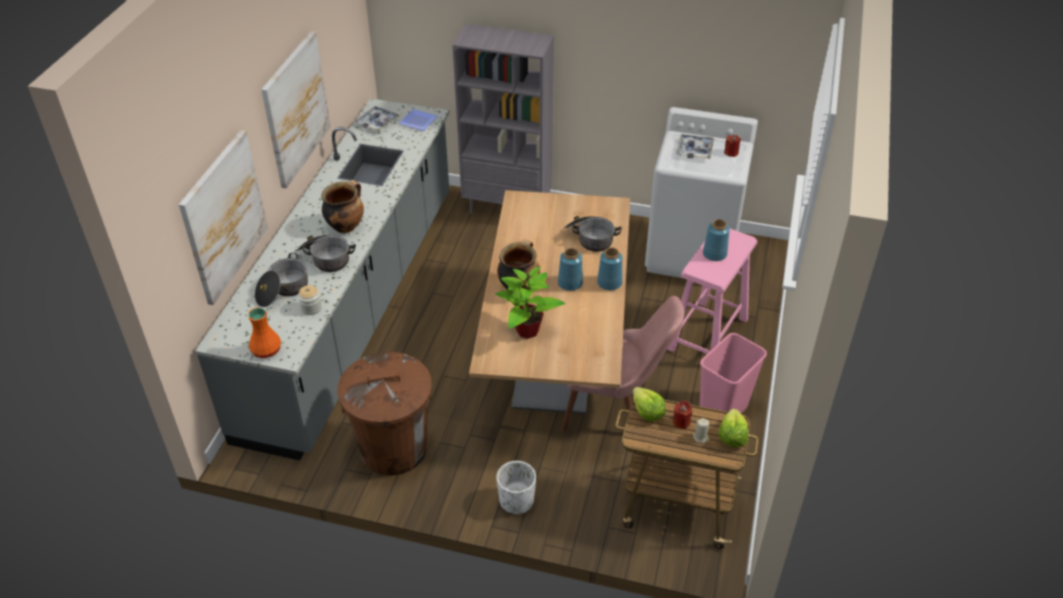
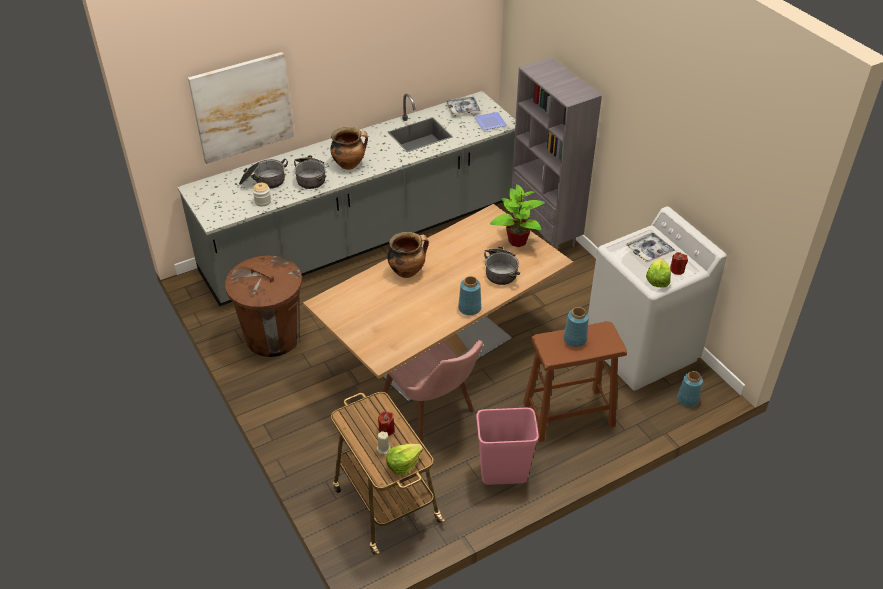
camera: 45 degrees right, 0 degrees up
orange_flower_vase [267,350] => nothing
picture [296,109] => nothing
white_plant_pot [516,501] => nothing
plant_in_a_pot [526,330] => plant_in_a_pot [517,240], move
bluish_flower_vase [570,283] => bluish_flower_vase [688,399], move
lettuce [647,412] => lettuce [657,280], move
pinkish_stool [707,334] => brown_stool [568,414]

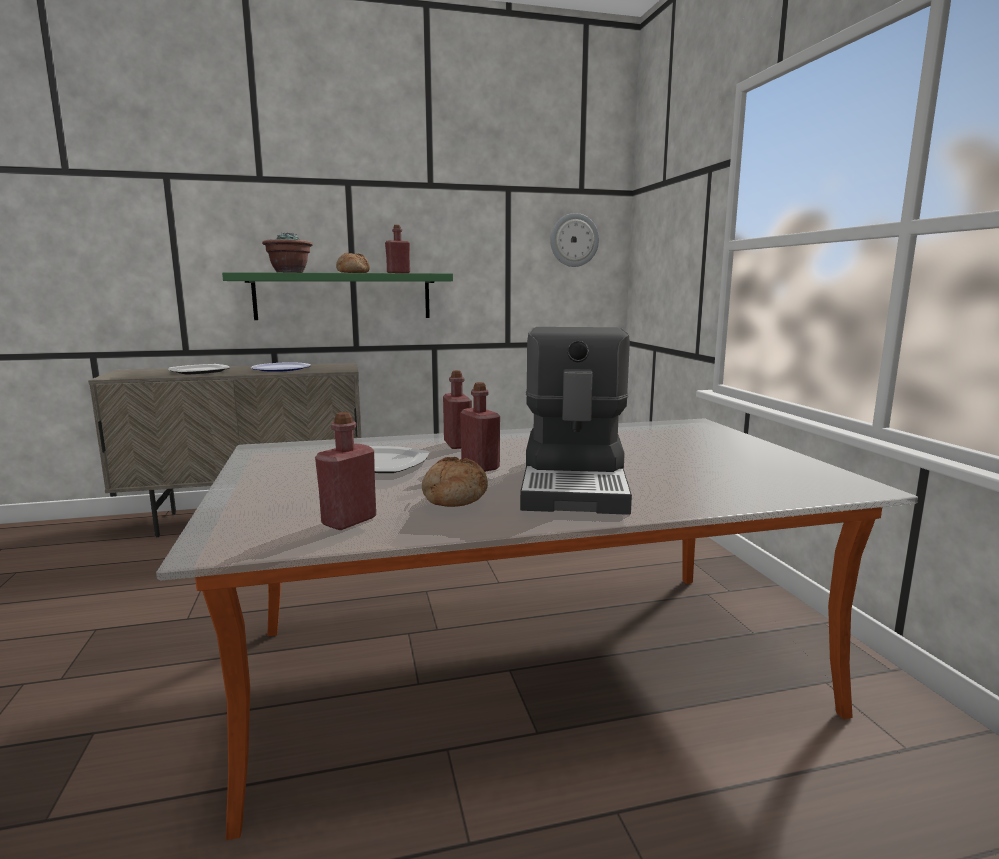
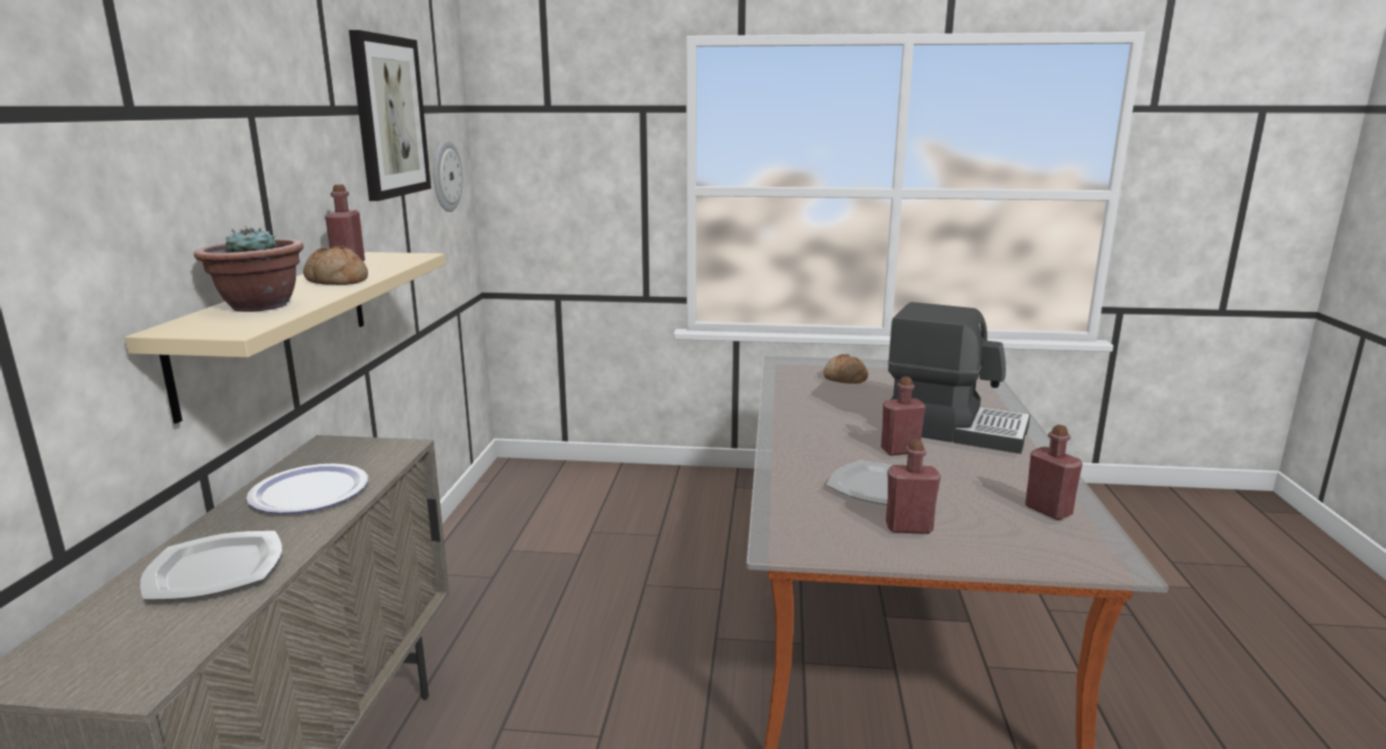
camera: 70 degrees left, 5 degrees up
nothing => picture [389,117]
baked_bread [453,496] => baked_bread [844,379], move
reddish_bottle [457,445] => reddish_bottle [909,527], move
green_wall_shelf [343,296] => beige-coloured_wall_shelf [278,325]

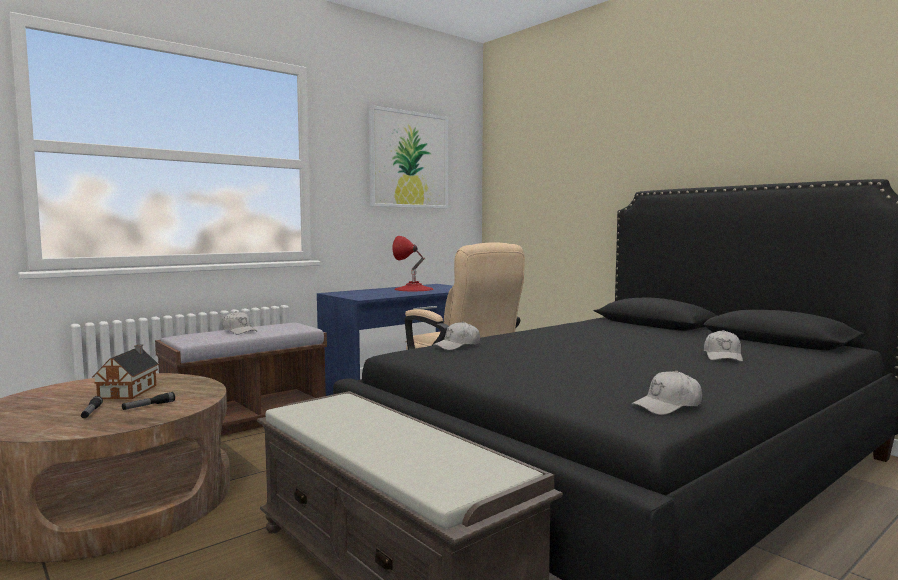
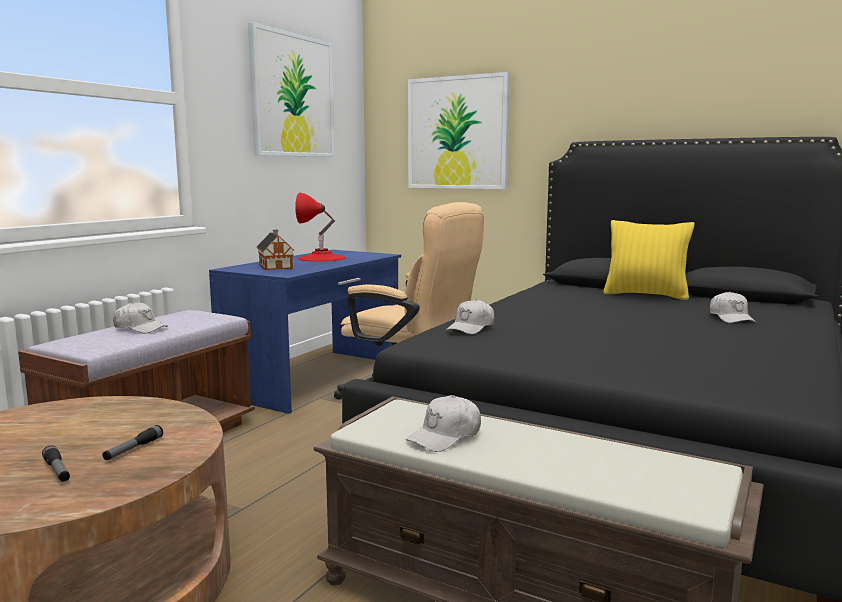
camera: 20 degrees left, 5 degrees up
nothing => picture [457,133]
nothing => yellow-coloured_cushion [646,295]
model_house [130,391] => model_house [276,266], move
white_peaked_cap [667,406] => white_peaked_cap [445,436], move

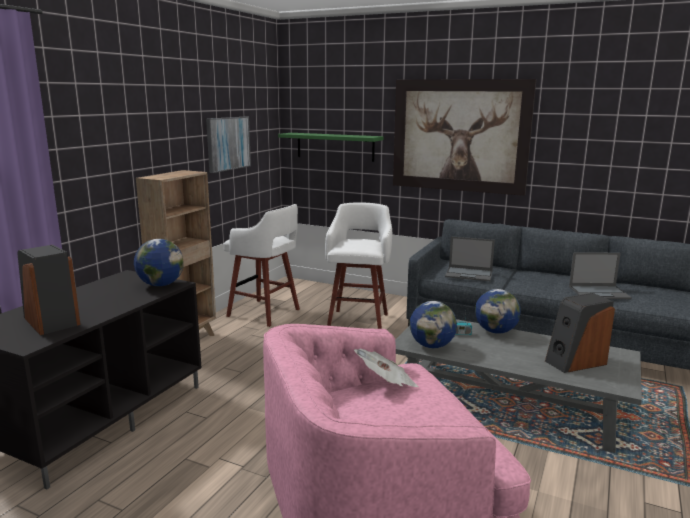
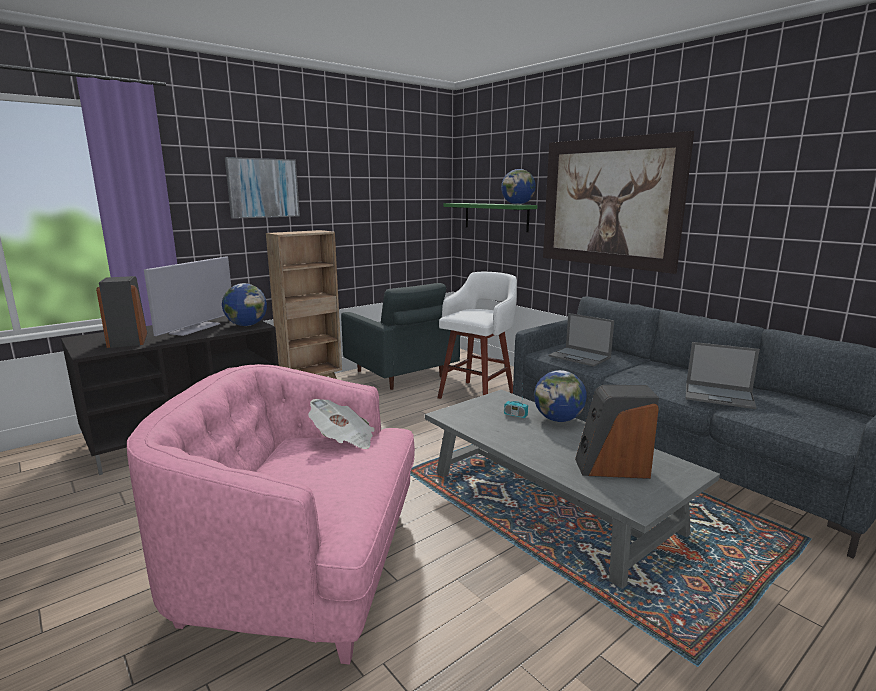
camera: 25 degrees right, 0 degrees up
nothing => television [195,328]
picture [228,143] => picture [263,188], move
world_globe [432,346] => world_globe [517,204], move
white_stool [265,313] => grey_lounge_chair [400,374]

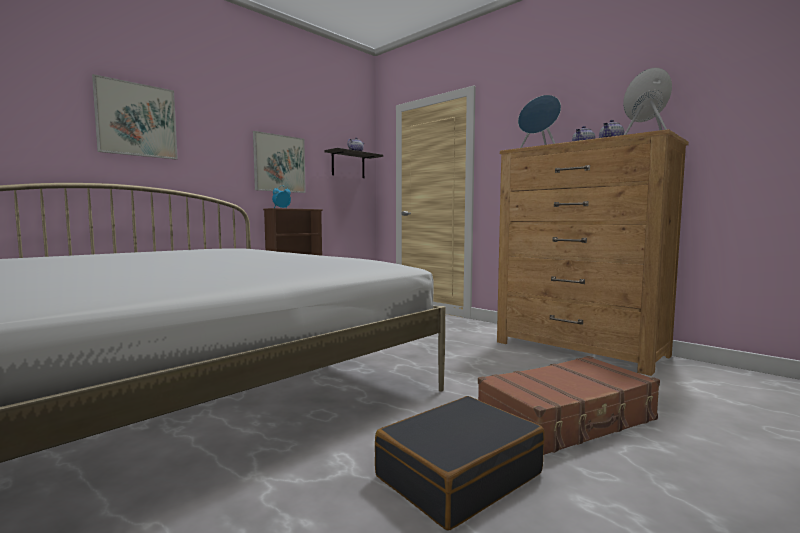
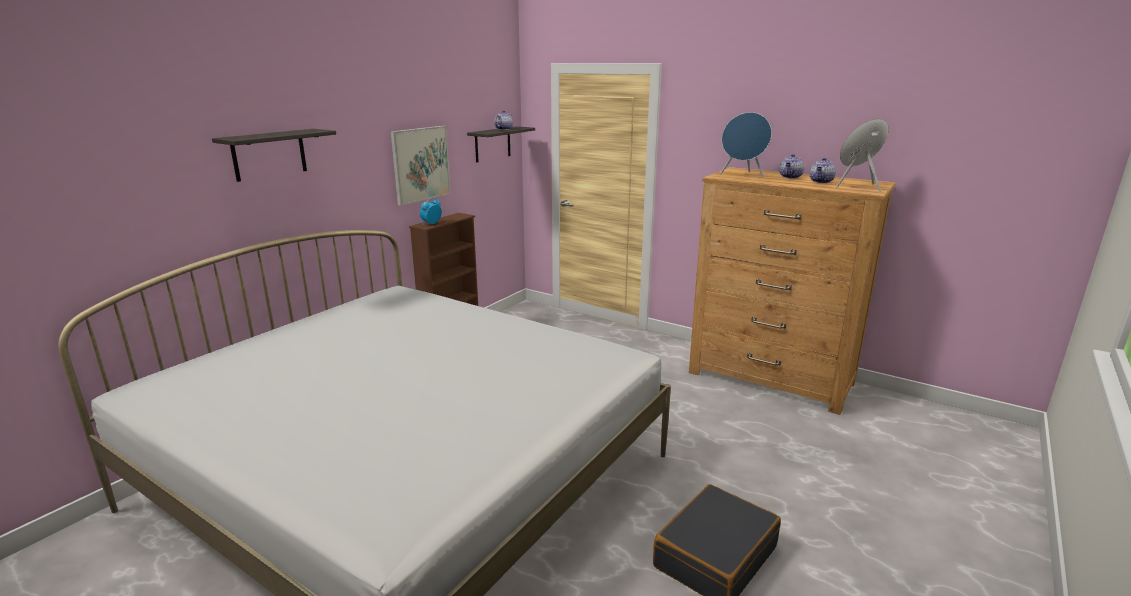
camera: 10 degrees left, 15 degrees up
brown_suitcase [568,419] => nothing
picture [136,120] => wall_shelf [269,154]

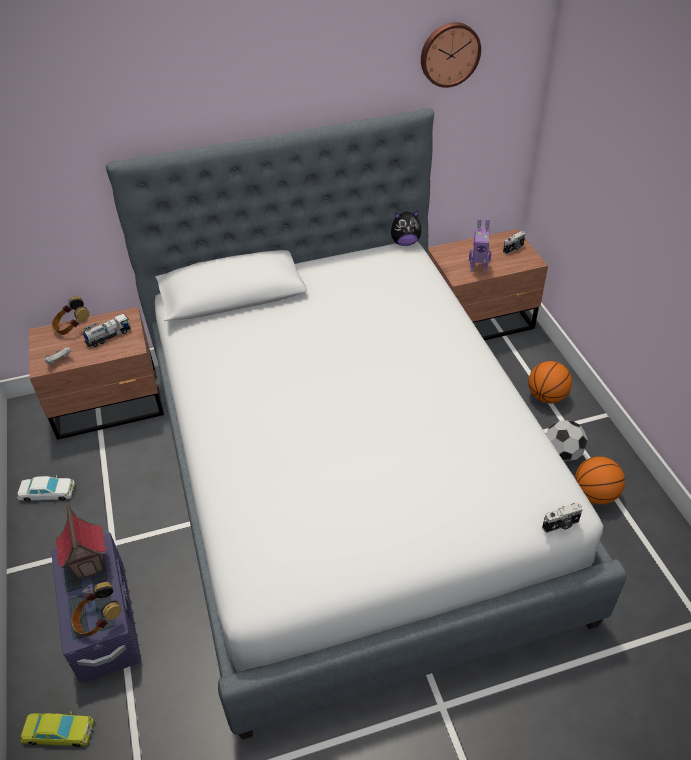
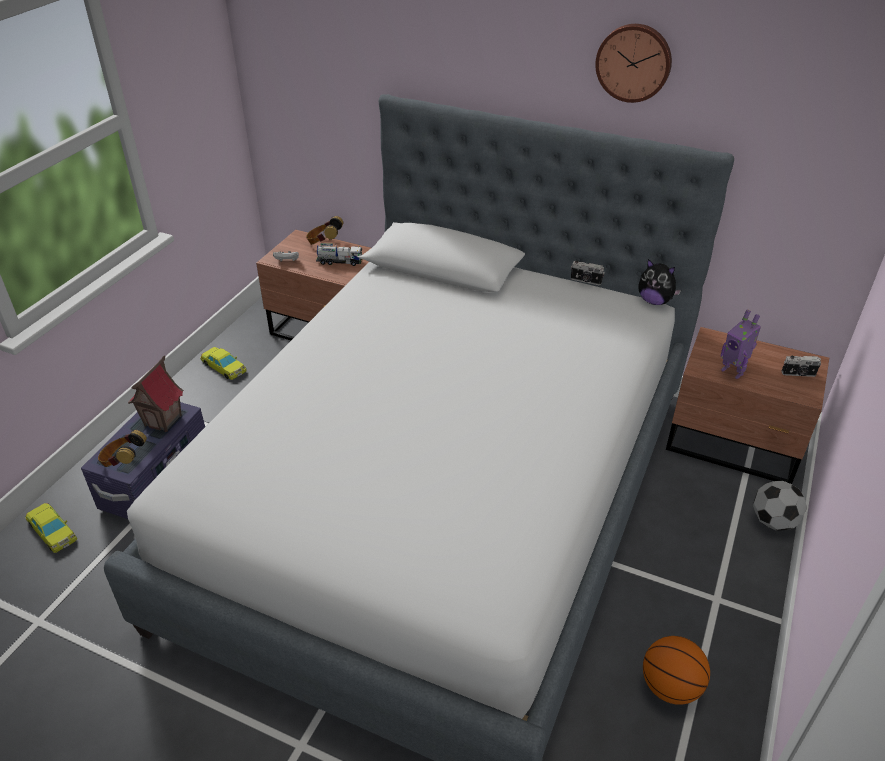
camera: 40 degrees right, 5 degrees down
basketball [546,397] => nothing
clock_on_the_wall [449,54] => clock_on_the_wall [634,62], move
still_camera [561,525] => still_camera [585,281], move
football [562,454] => football [773,521], move
white_toy_car [47,492] => yellow-coloured_toy_car [224,366]

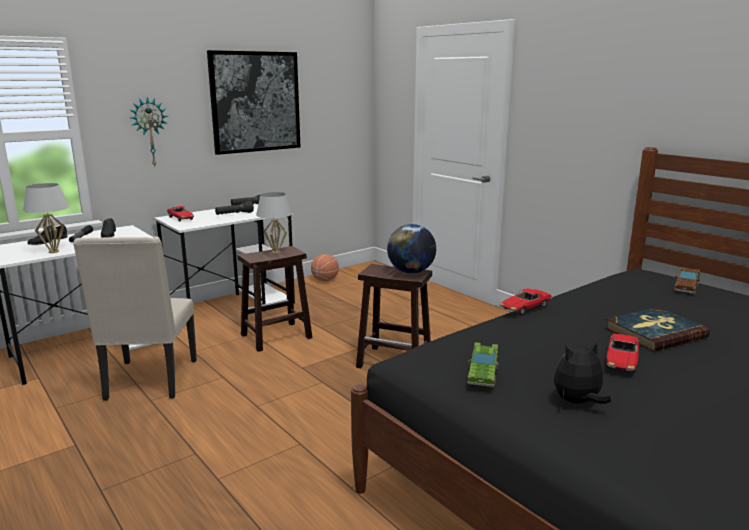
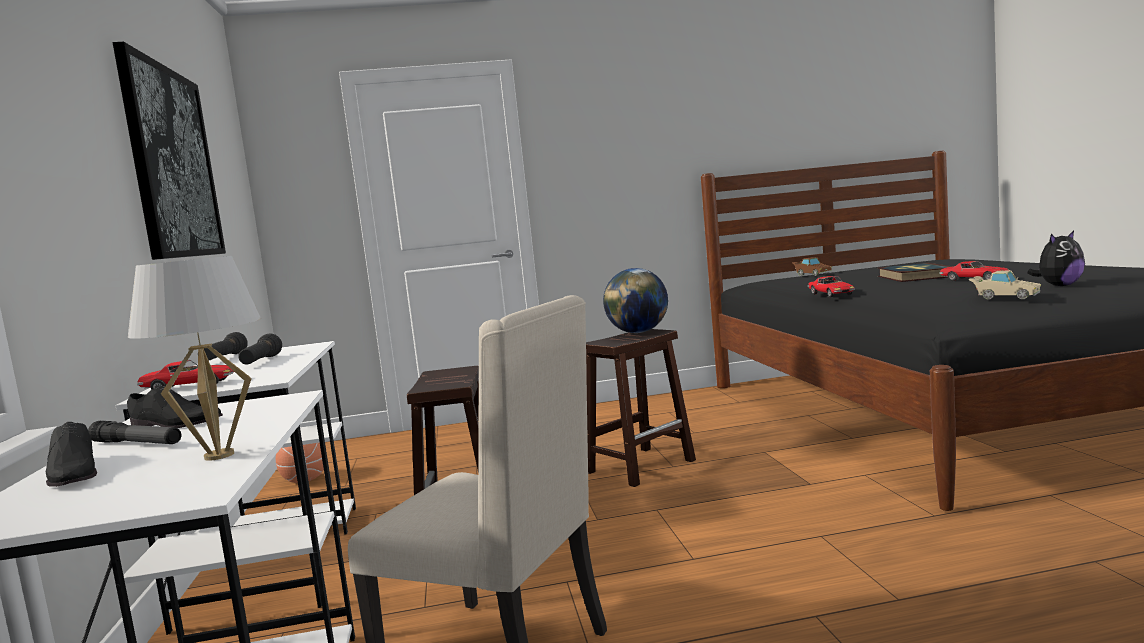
camera: 60 degrees left, 10 degrees down
clock_on_the_wall [150,132] => nothing
white_lamp_for_a_table [276,252] => nothing
green_toy_car [482,374] => beige-coloured_toy_car [1004,297]
cuddly_toy [577,402] => cuddly_toy [1059,286], 120 degrees counterclockwise

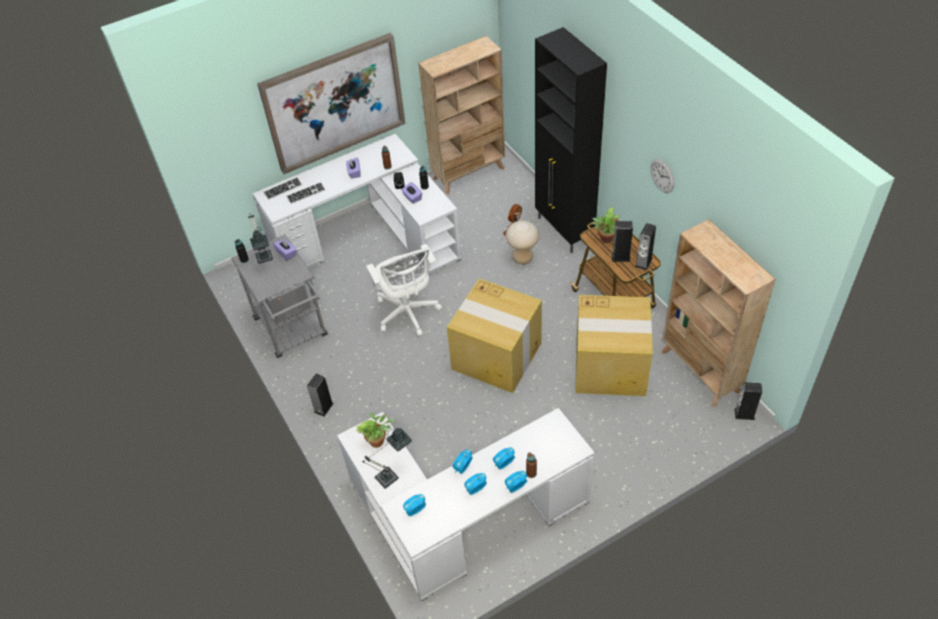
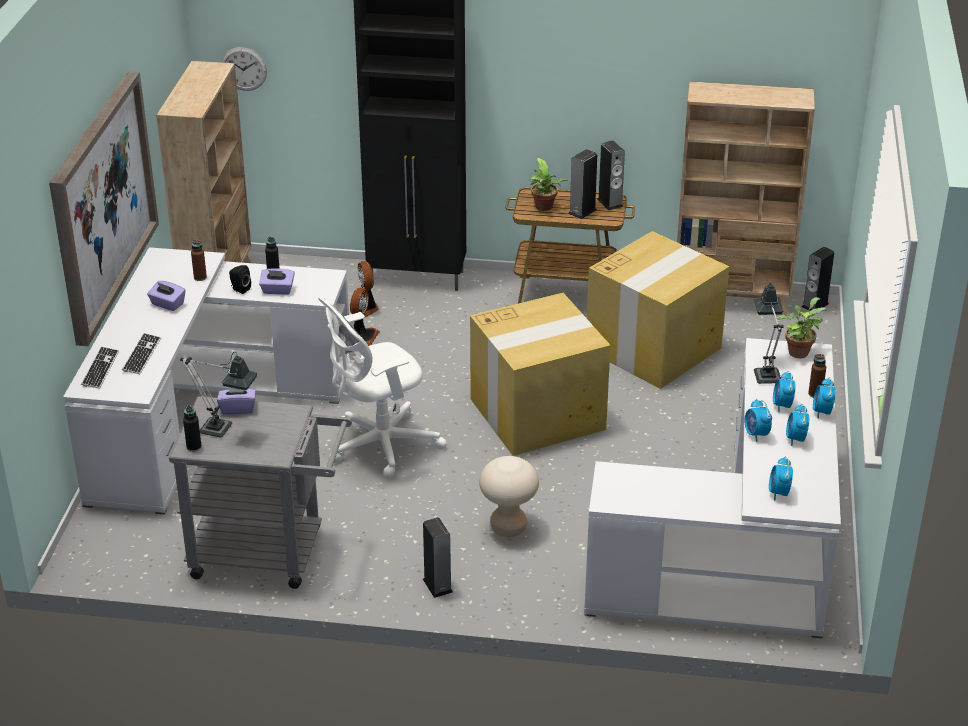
camera: 55 degrees left, 15 degrees down
nothing => electric_fan [363,336]
plant_in_a_pot [378,440] => plant_in_a_pot [798,351], move
lamp_for_a_table [391,475] => lamp_for_a_table [766,373], move
beige-coloured_stool [522,258] => beige-coloured_stool [508,528], move
clock_on_the_wall [662,176] => clock_on_the_wall [243,69], move
white_desk_chair [408,313] => white_desk_chair [378,446], 135 degrees clockwise

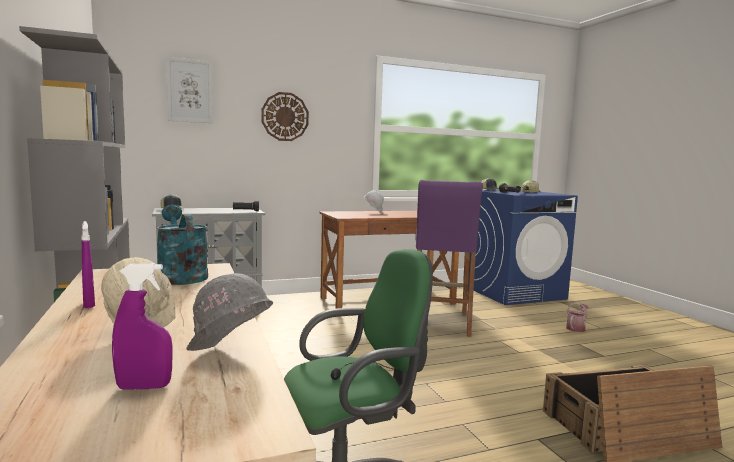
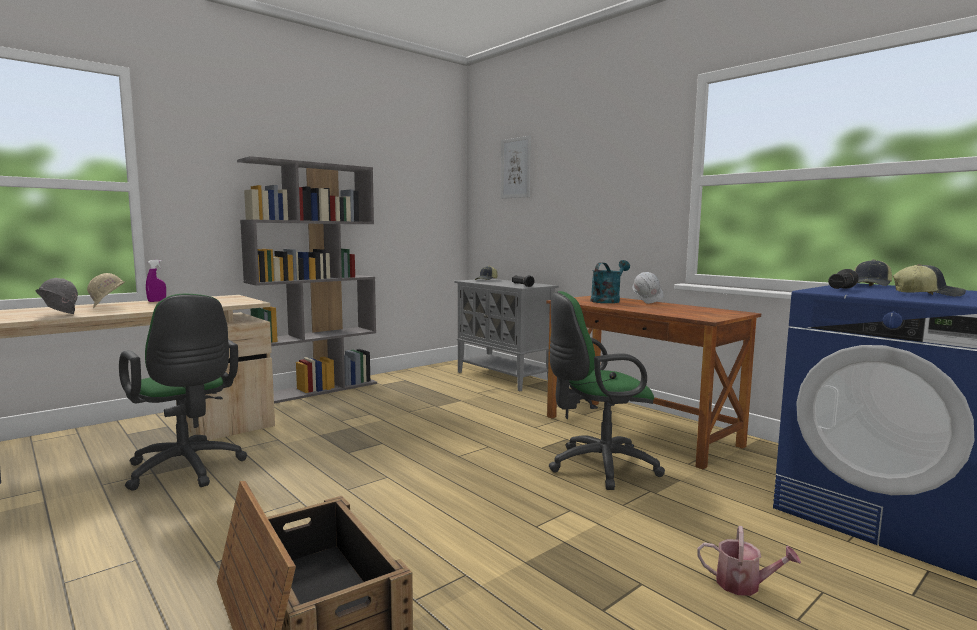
camera: 70 degrees right, 0 degrees up
purple_spray_bottle [144,387] => nothing
clock_on_the_wall [285,116] => nothing
blue-green_watering_pot [180,275] => blue-green_watering_pot [607,300], move
purple_stool [440,322] => green_desk_chair [597,467]

